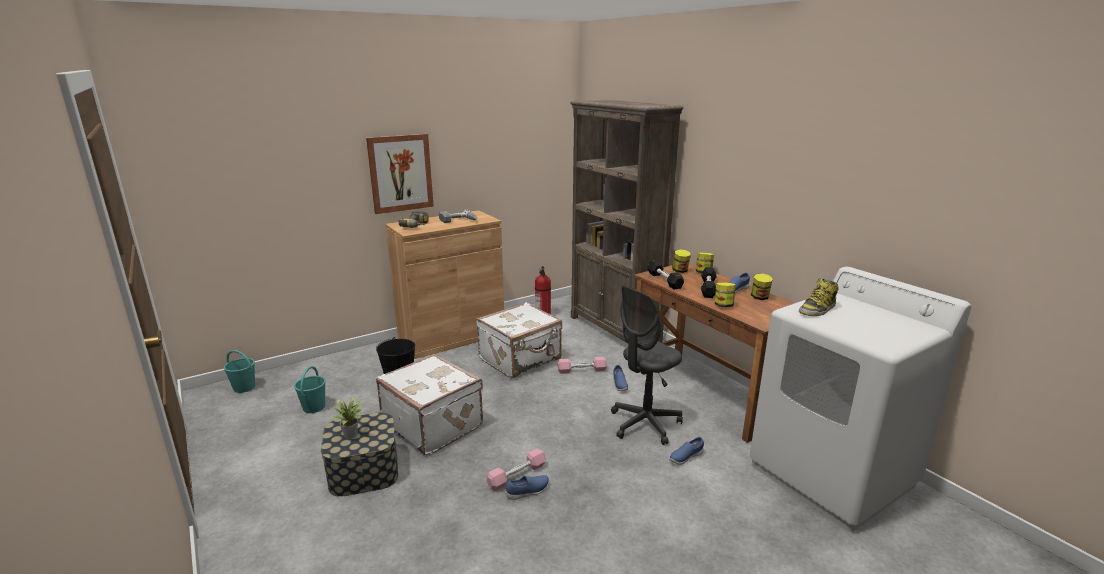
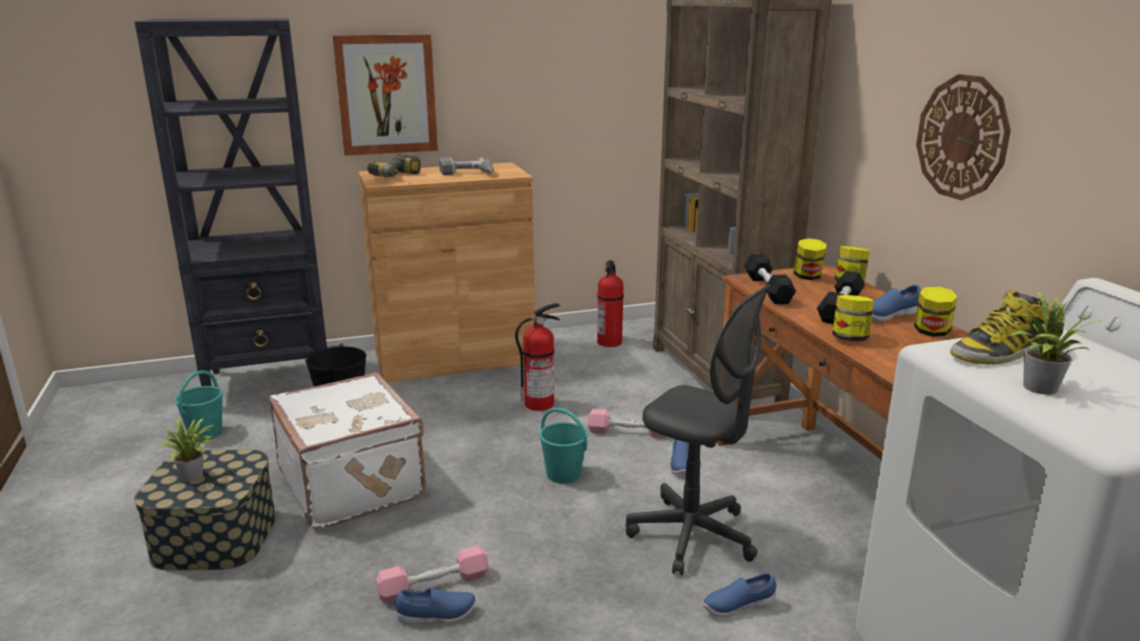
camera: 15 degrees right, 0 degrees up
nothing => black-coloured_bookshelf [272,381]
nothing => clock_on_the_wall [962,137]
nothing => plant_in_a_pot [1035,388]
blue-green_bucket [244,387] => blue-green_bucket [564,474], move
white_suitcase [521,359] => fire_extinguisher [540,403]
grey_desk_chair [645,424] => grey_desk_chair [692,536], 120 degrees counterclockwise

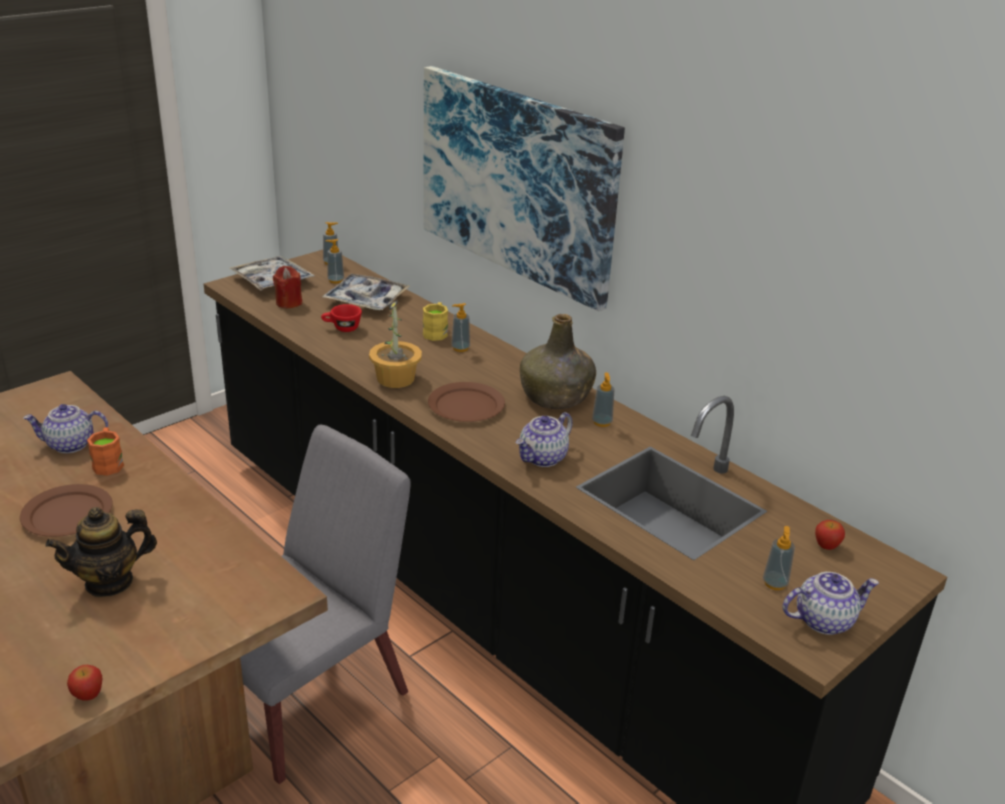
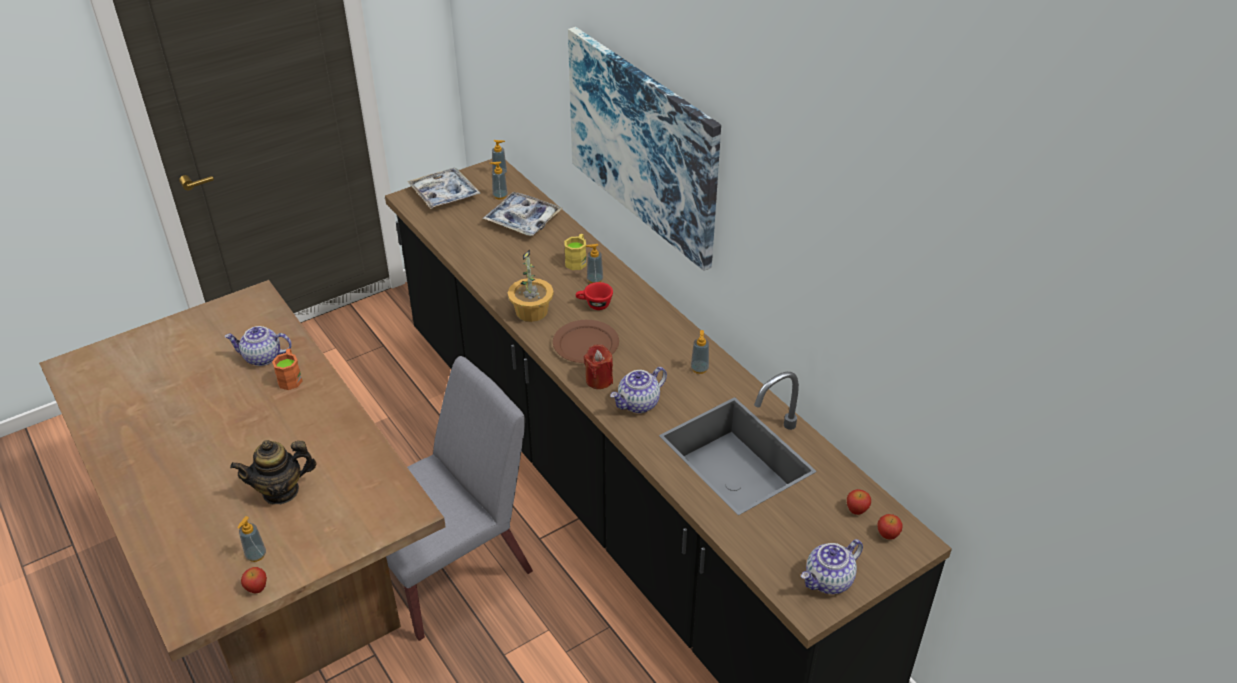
camera: 10 degrees right, 10 degrees up
brown_dinner_plate [67,515] => nothing
green_bottle [556,397] => nothing
nothing => whole_apple [887,534]
reddish_candle [289,303] => reddish_candle [599,380], move
reddish_drinking_cup [342,328] => reddish_drinking_cup [594,305], move
liquid_soap_bottle [775,583] => liquid_soap_bottle [256,555], move
pot_for_tea [824,620] => pot_for_tea [829,581], 150 degrees clockwise

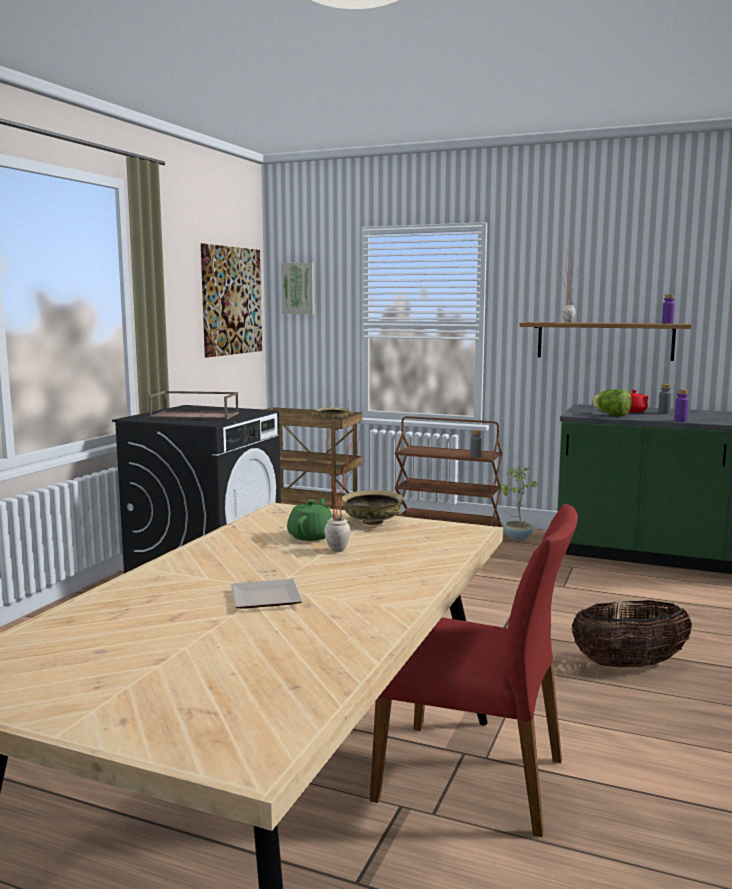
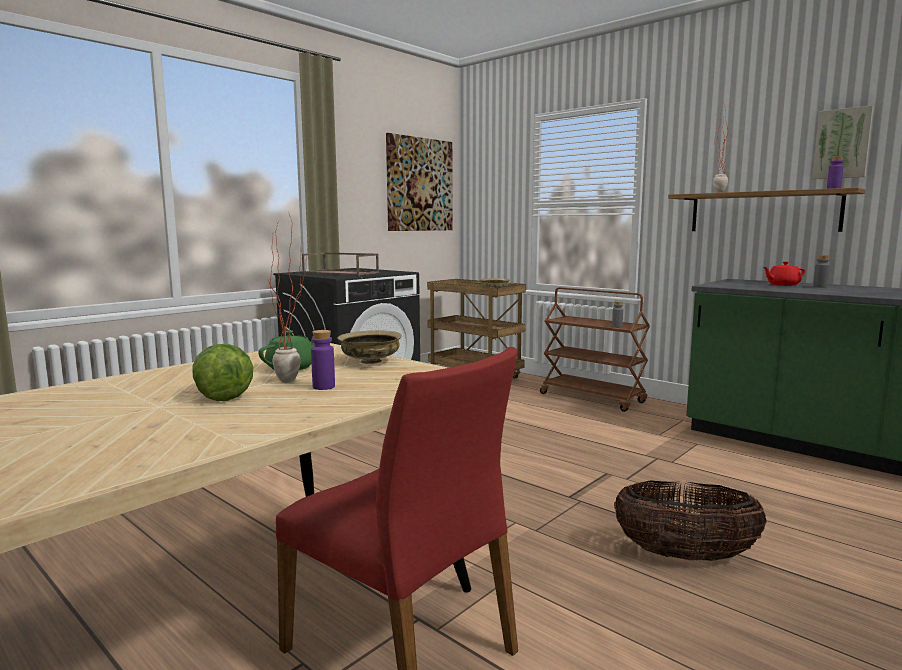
camera: 20 degrees right, 0 degrees up
dinner_plate [263,597] => nothing
plant_in_a_pot [517,537] => nothing
picture [299,288] => picture [842,144], move
lettuce [611,415] => lettuce [222,395], move
purple_bottle [680,420] => purple_bottle [323,387], move

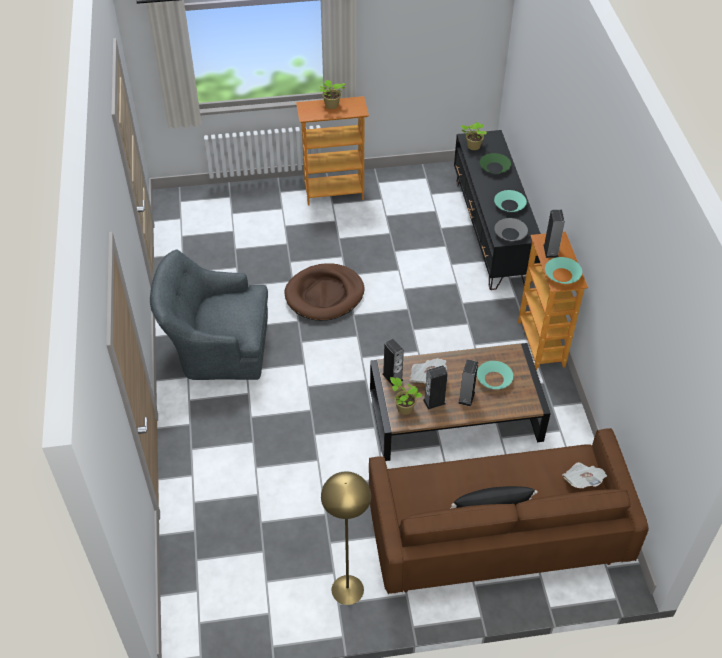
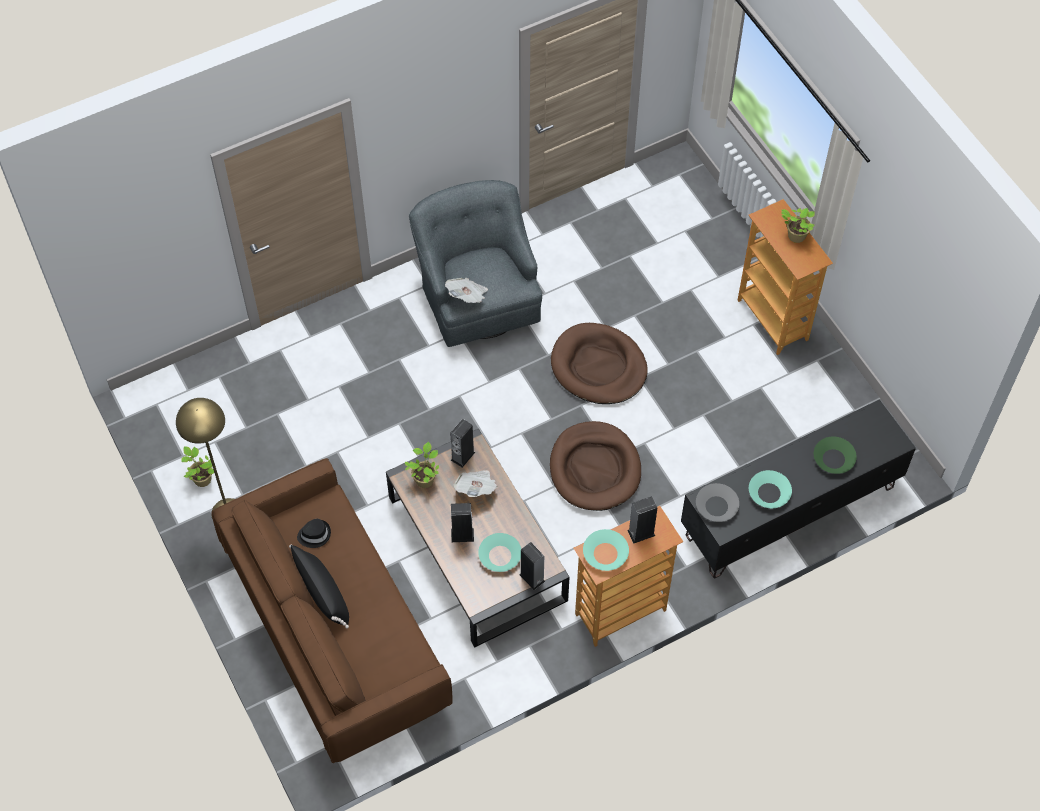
camera: 70 degrees right, 10 degrees up
nothing => black-coloured_clothing_hat [314,534]
nothing => brown_dog_cushion [595,468]
loudspeaker [434,402] => loudspeaker [532,578], move
plant_in_a_pot [472,146] => plant_in_a_pot [201,478], move
newspaper [582,481] => newspaper [467,296], move

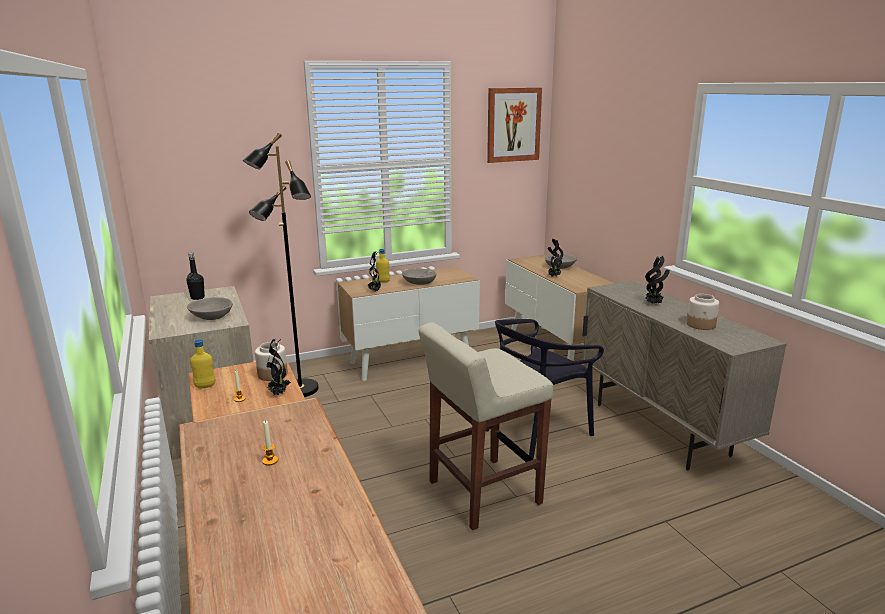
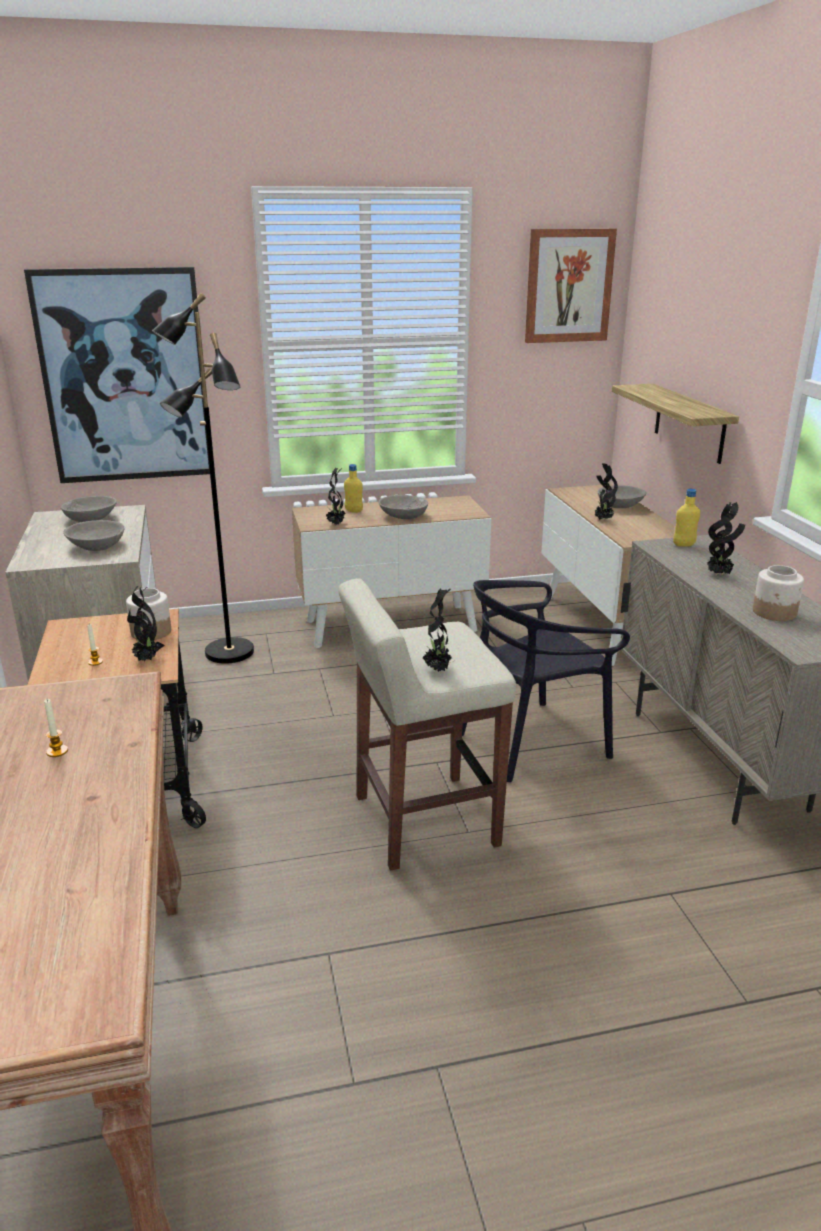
camera: 10 degrees right, 5 degrees up
nothing => picture [125,377]
nothing => plant_in_a_pot [438,670]
nothing => wall_shelf [689,423]
yellow-coloured_bottle [205,386] => yellow-coloured_bottle [684,545], move
black-coloured_bottle [197,298] => grey_deep_dish [91,518]

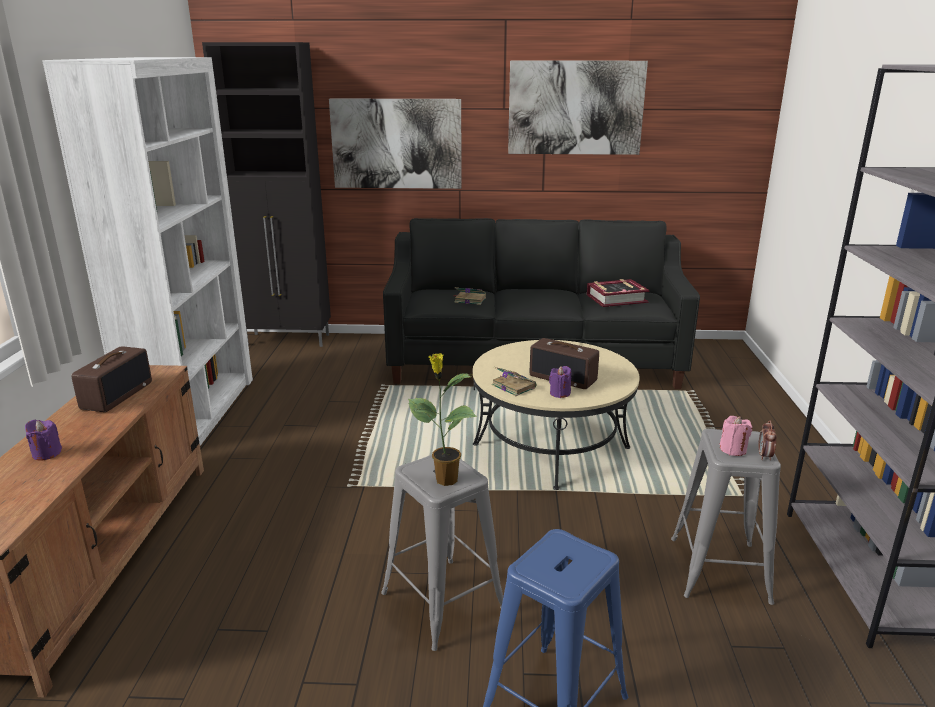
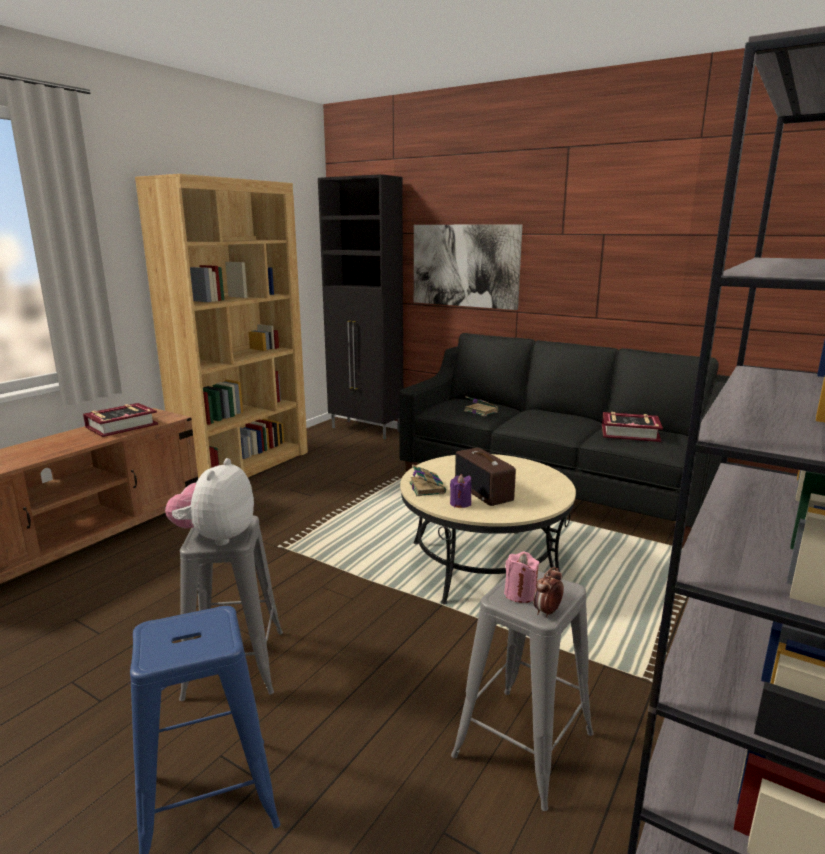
camera: 30 degrees right, 5 degrees down
purple_candle [46,453] => nothing
picture [575,108] => nothing
radio_receiver [116,395] => volume [121,426]
plant_in_a_pot [445,479] => cuddly_toy [216,537]
white_bookshelf [195,411] => brown_bookshelf [245,465]

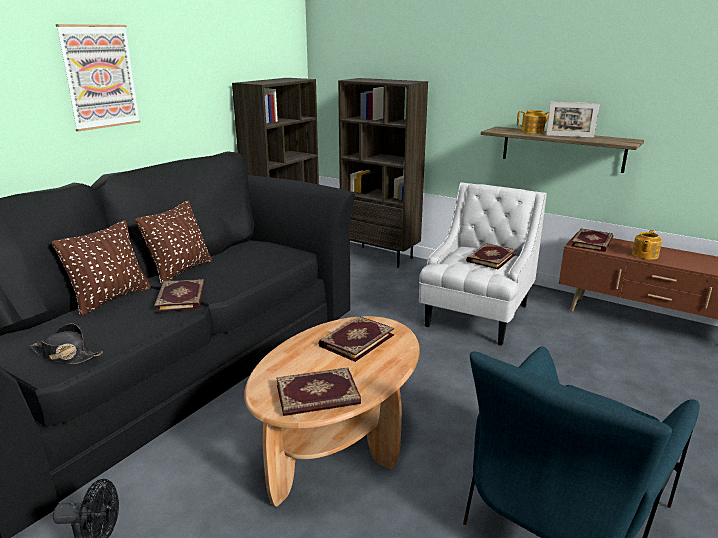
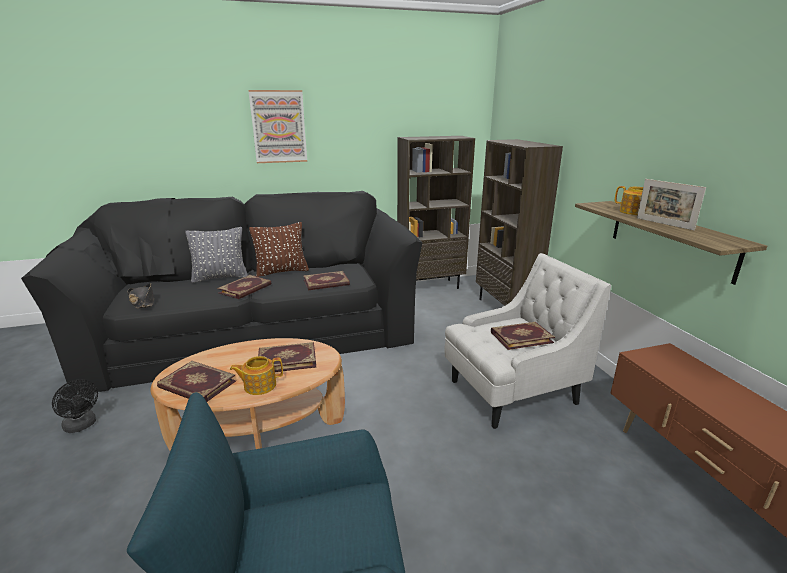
camera: 40 degrees right, 0 degrees up
volume [593,242] => volume [326,283], move
pot_for_tea [644,255] => pot_for_tea [259,385], move
brown_cushion [111,299] => grey_cushion [220,277]

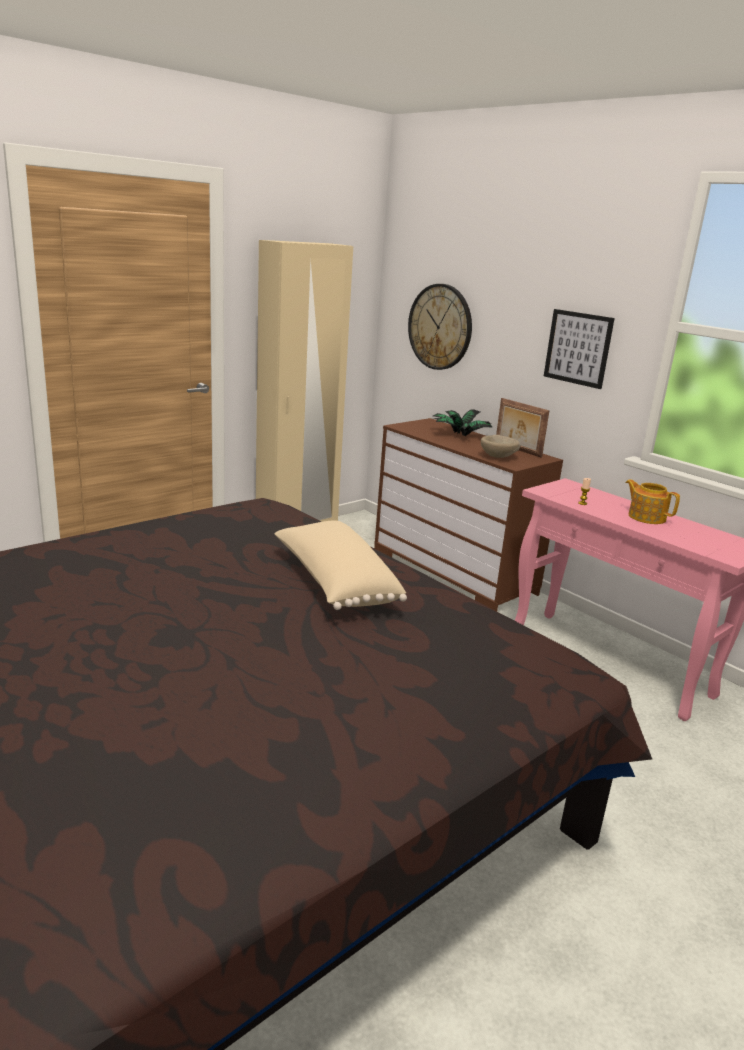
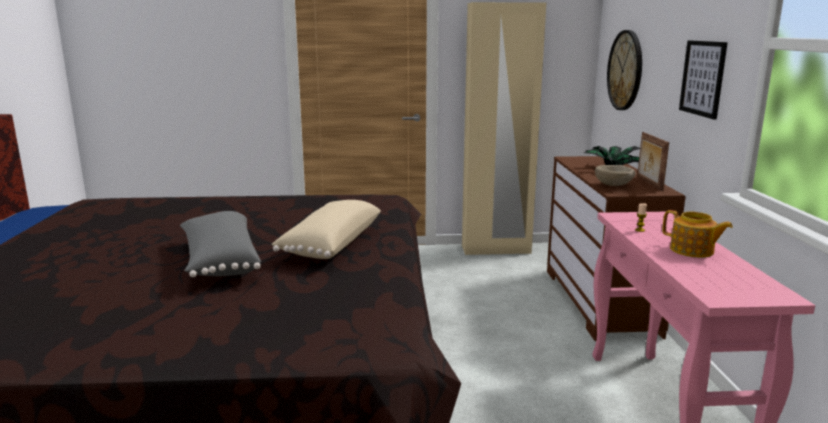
camera: 40 degrees right, 5 degrees down
nothing => grey_cushion [219,261]
pot_for_tea [646,517] => pot_for_tea [692,251], 135 degrees clockwise

